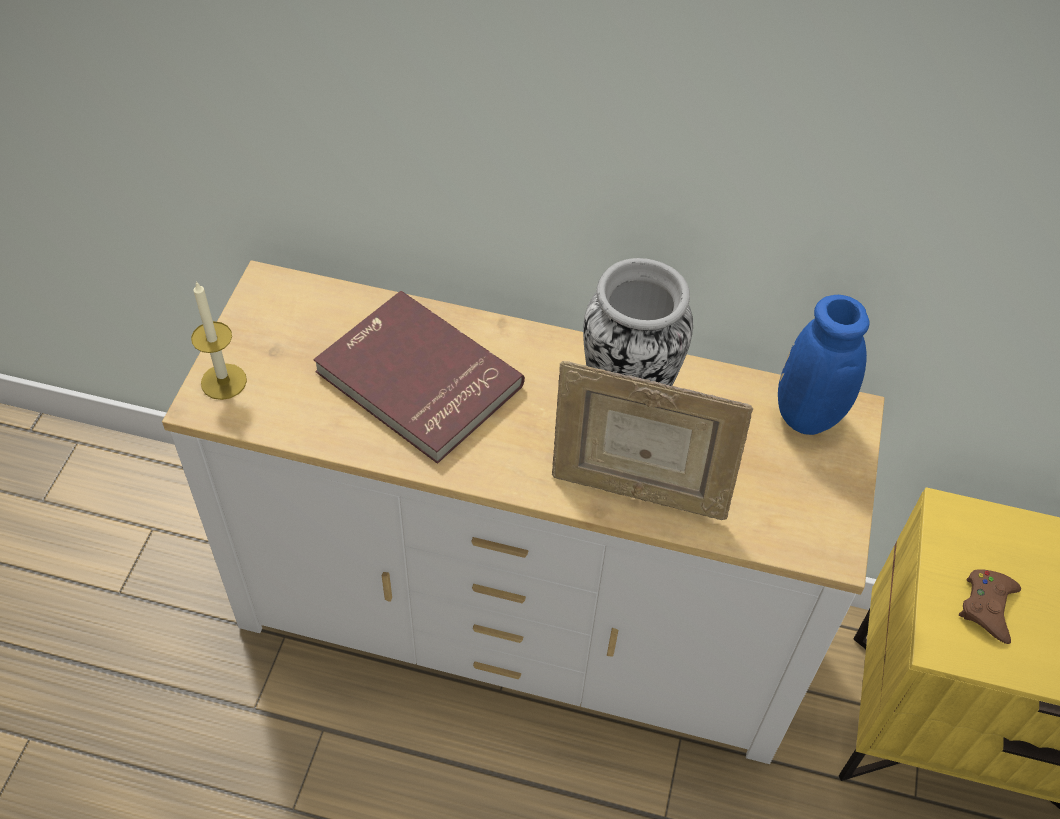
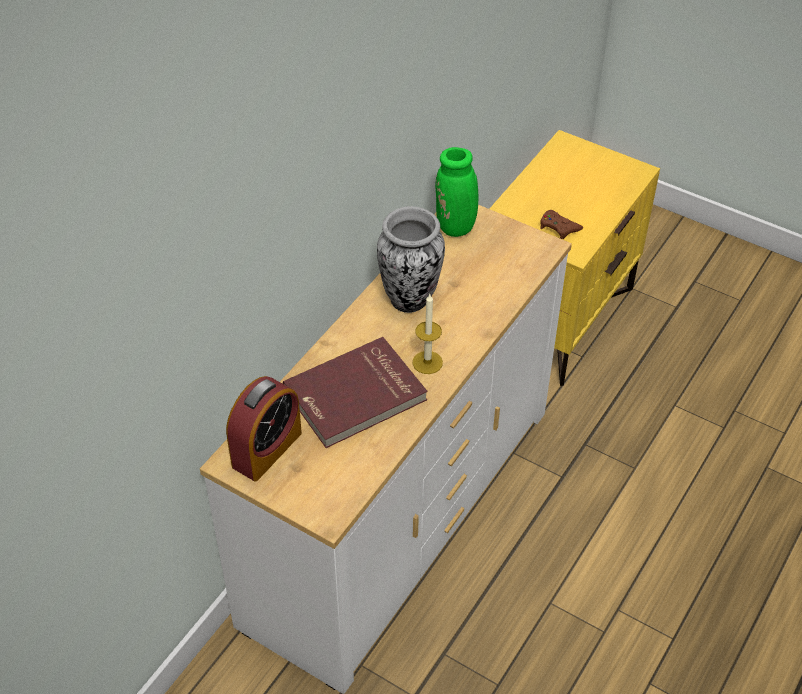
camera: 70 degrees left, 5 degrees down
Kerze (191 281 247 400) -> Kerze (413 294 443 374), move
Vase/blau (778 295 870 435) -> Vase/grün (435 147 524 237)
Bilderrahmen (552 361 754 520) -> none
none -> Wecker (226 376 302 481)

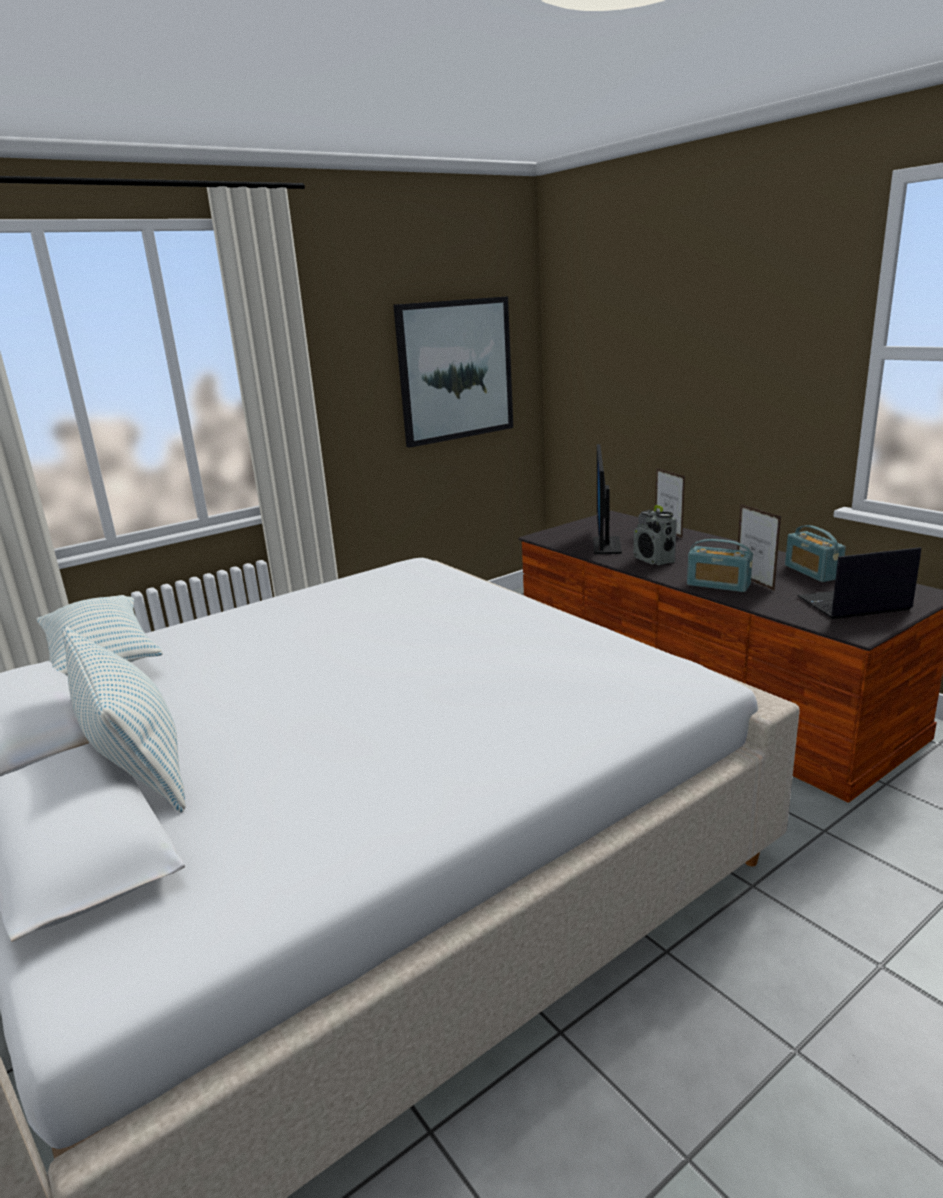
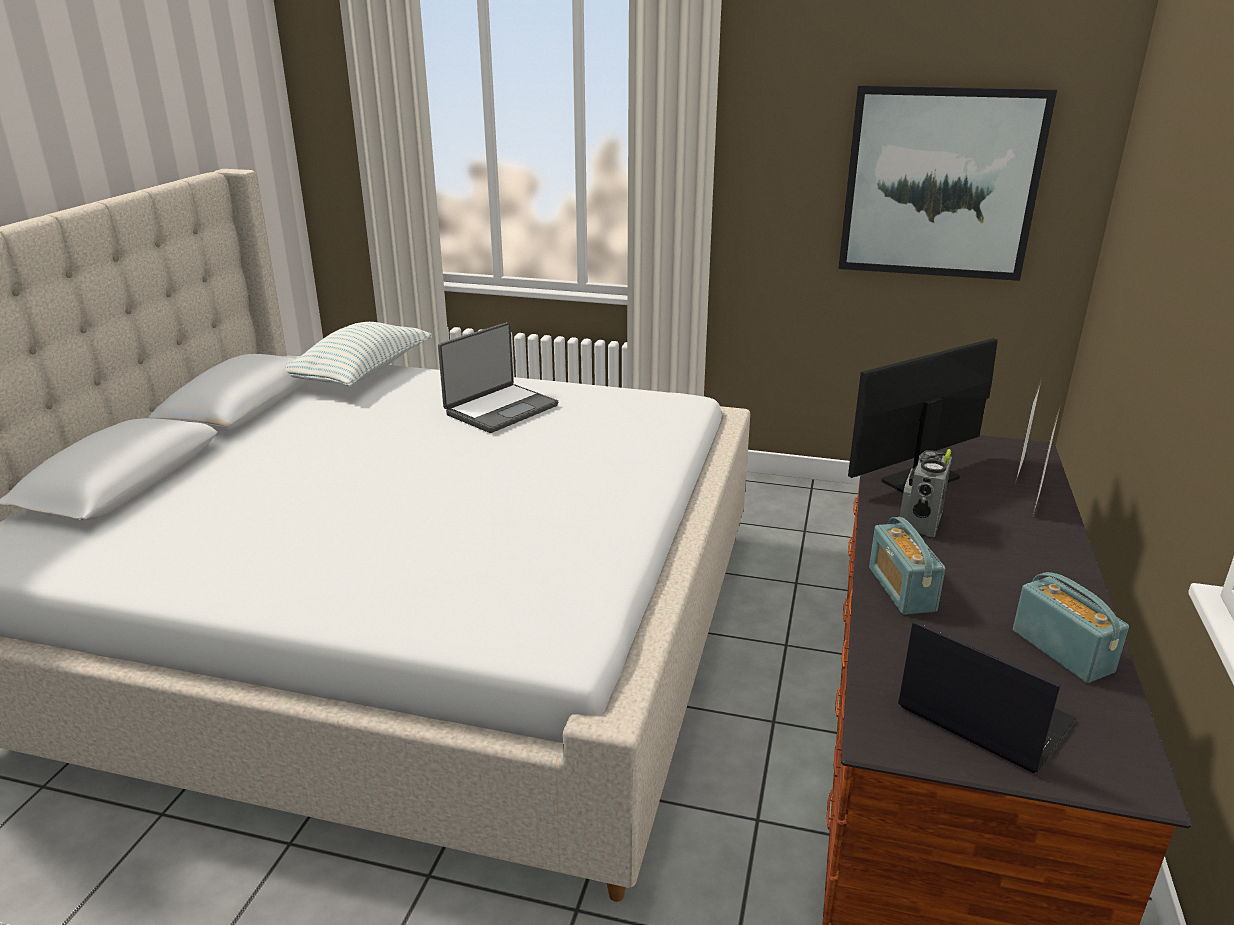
camera: 50 degrees right, 5 degrees up
Bilderrahmen (737 504 781 591) -> Bilderrahmen (1015 378 1042 483), move
Radio (785 525 846 582) -> Radio (1013 572 1129 683), 120 degrees clockwise
Kissen (62 626 186 813) -> none
none -> Laptop (438 322 558 433)

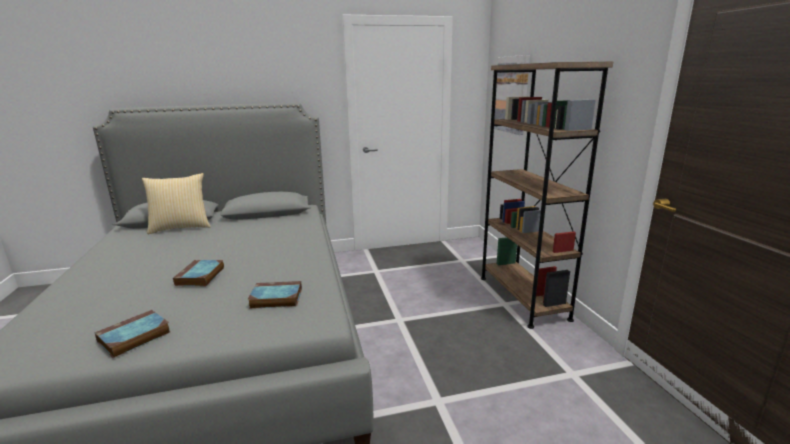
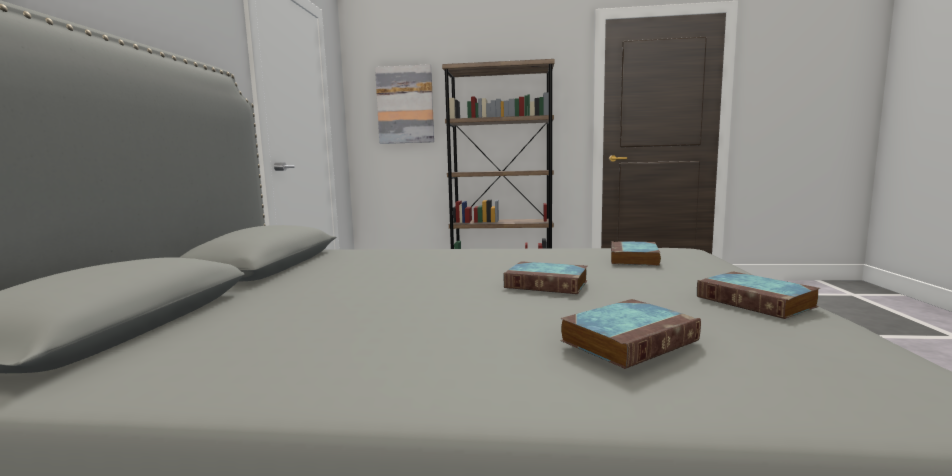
camera: 70 degrees left, 10 degrees down
Kissen (142 173 211 234) -> none
none -> Buch (560 299 701 369)

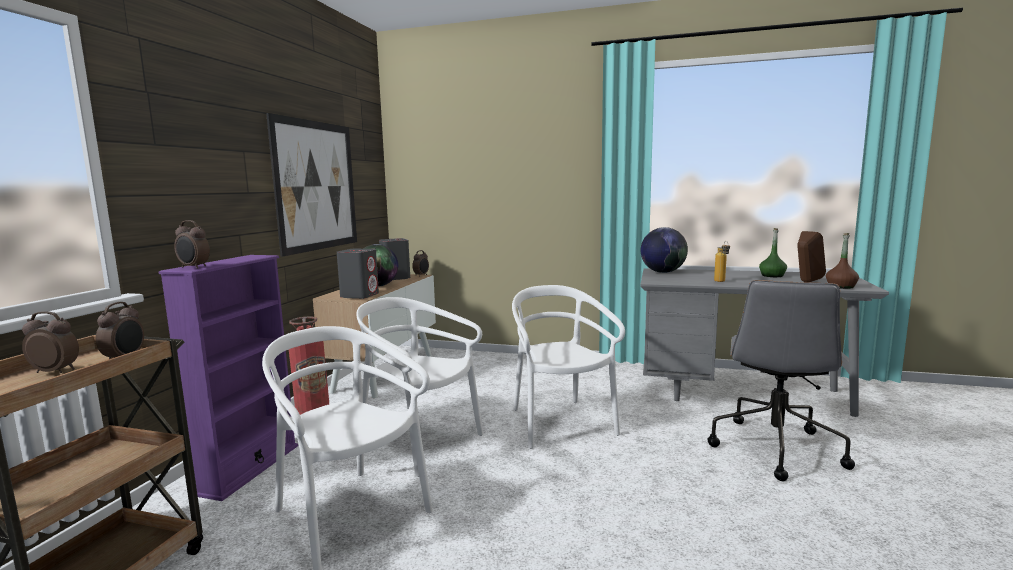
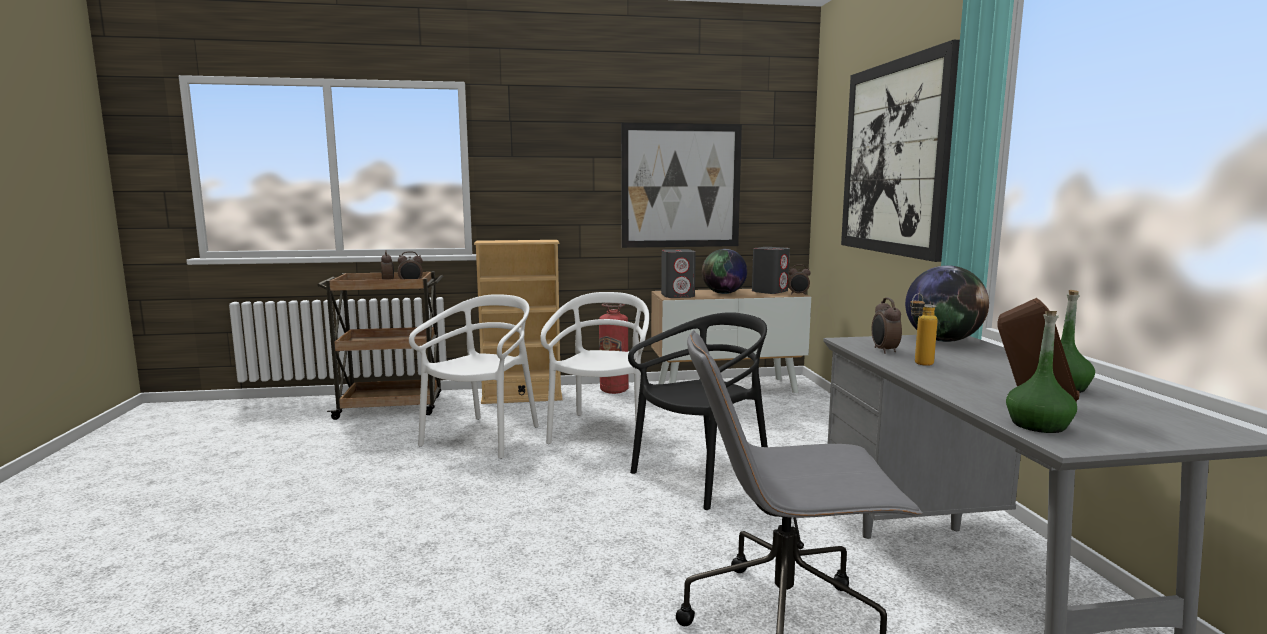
camera: 65 degrees right, 0 degrees up
Wecker (174 220 210 269) -> Wecker (872 298 902 354), move
Flasche/braun (826 233 859 289) -> Flasche/grün (1006 311 1077 433)
Bücherregal/lila (159 255 298 501) -> Bücherregal/beige (474 240 563 404)
Stuhl/weiß (512 285 625 449) -> Stuhl/schwarz (628 312 768 510)
none -> Bild (841 40 960 262)

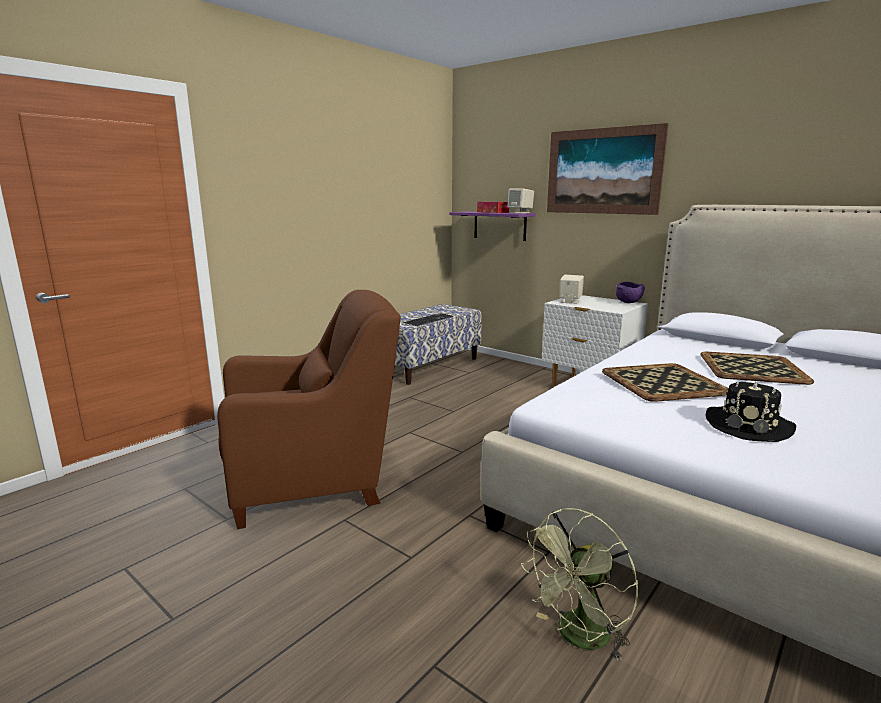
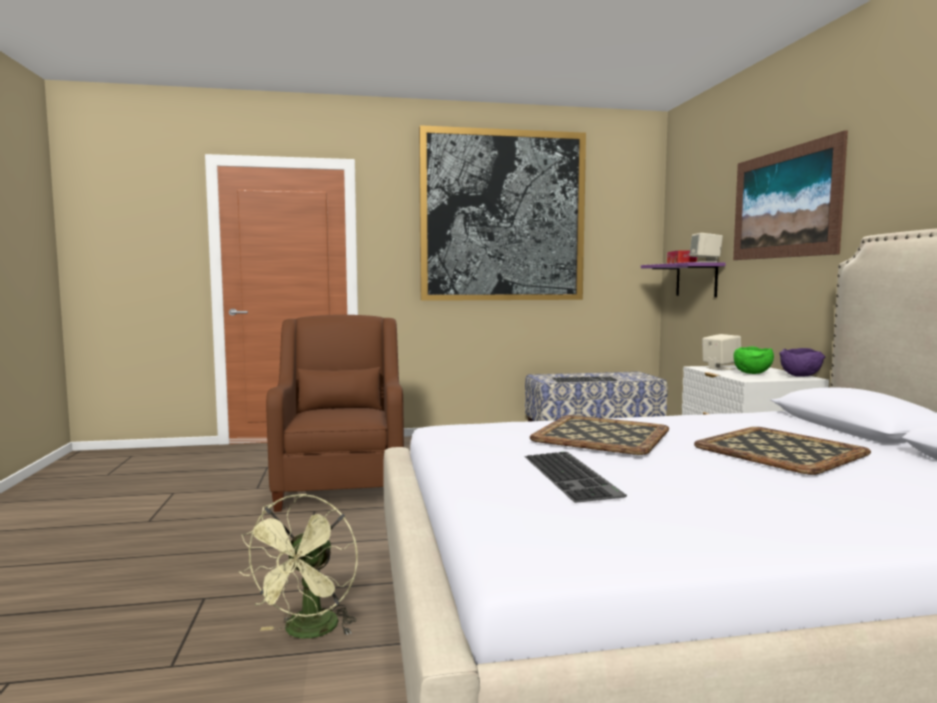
camera: 40 degrees right, 10 degrees down
Sessel/braun (217 290 401 529) -> Sessel/braun (266 315 404 512), 120 degrees counterclockwise
Hut/schwarz (705 381 796 442) -> Tastatur (524 452 627 503)
Ventilator/grün (521 508 638 661) -> Ventilator/grün (238 494 358 638), 75 degrees counterclockwise
none -> Bild (419 125 586 301)
none -> Schüssel/grün (734 346 774 374)

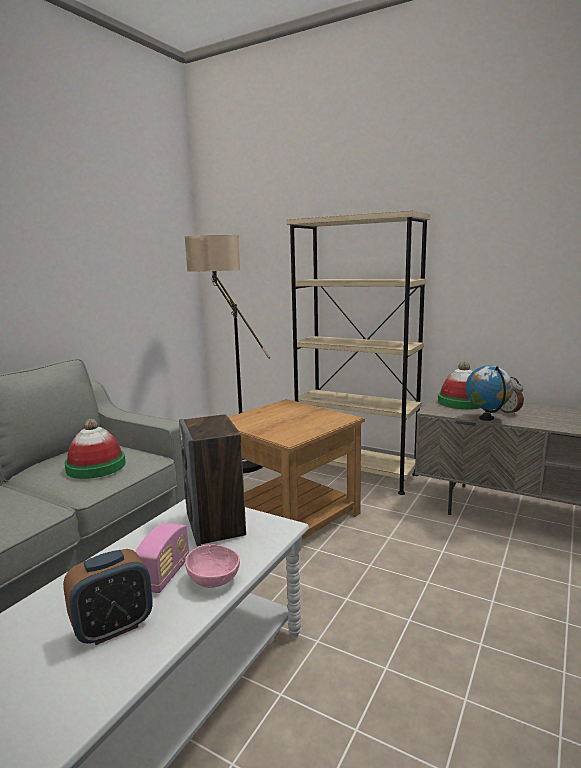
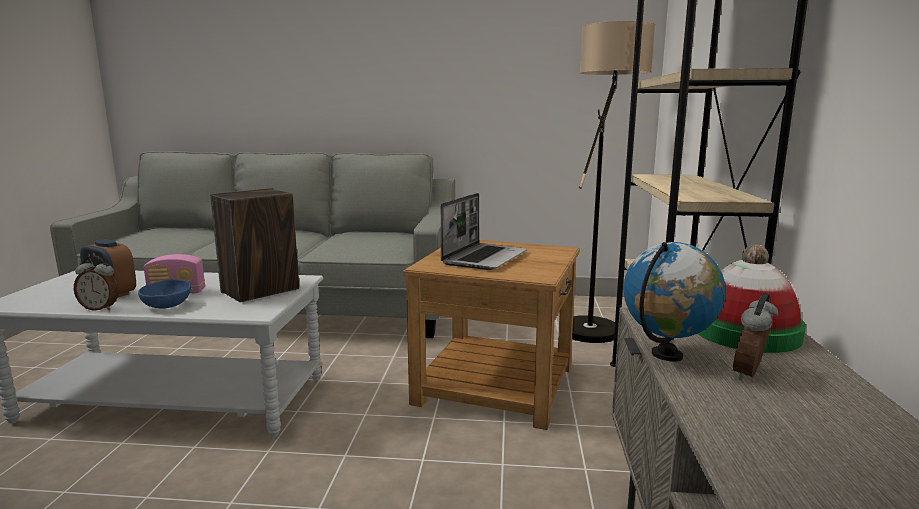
camera: 65 degrees right, 0 degrees up
Hut (65 419 126 479) -> none
Schüssel/rosa (185 544 240 588) -> Schüssel/blau (138 280 191 308)
none -> Laptop (441 193 527 270)
none -> Wecker (74 256 119 311)

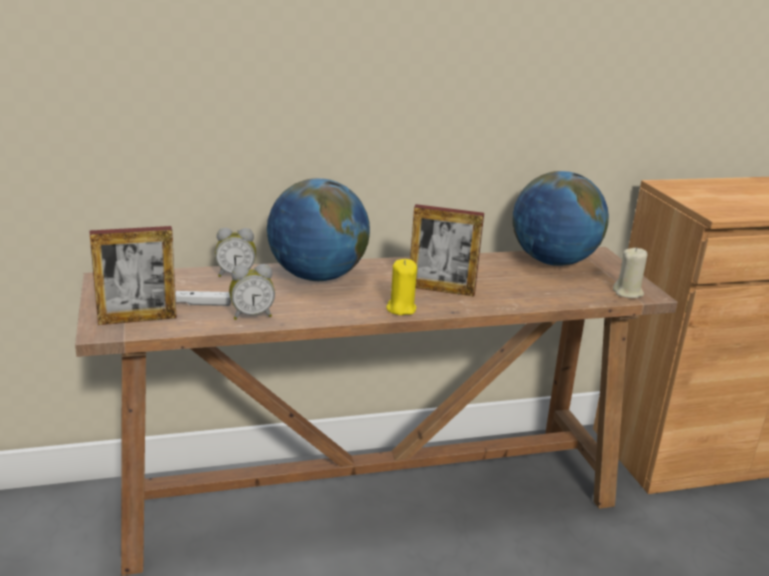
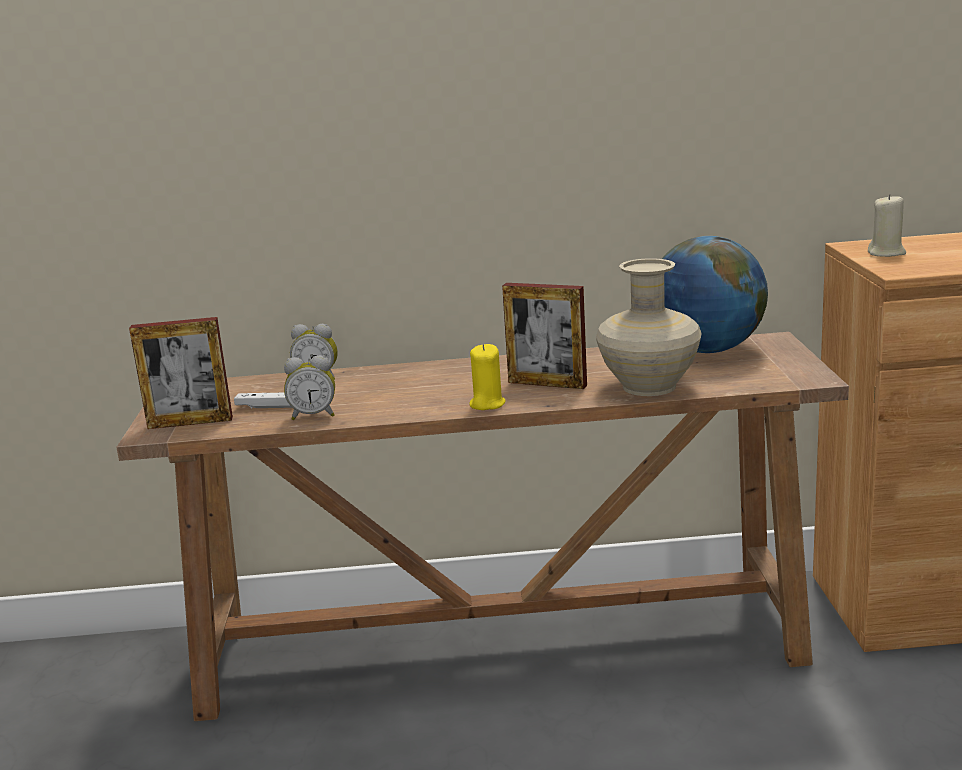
camera: 15 degrees right, 5 degrees down
Globus (267 178 370 281) -> none
Kerze/beige (613 247 647 298) -> Kerze/beige (868 194 906 257), move
none -> Vase/beige (596 258 702 396)

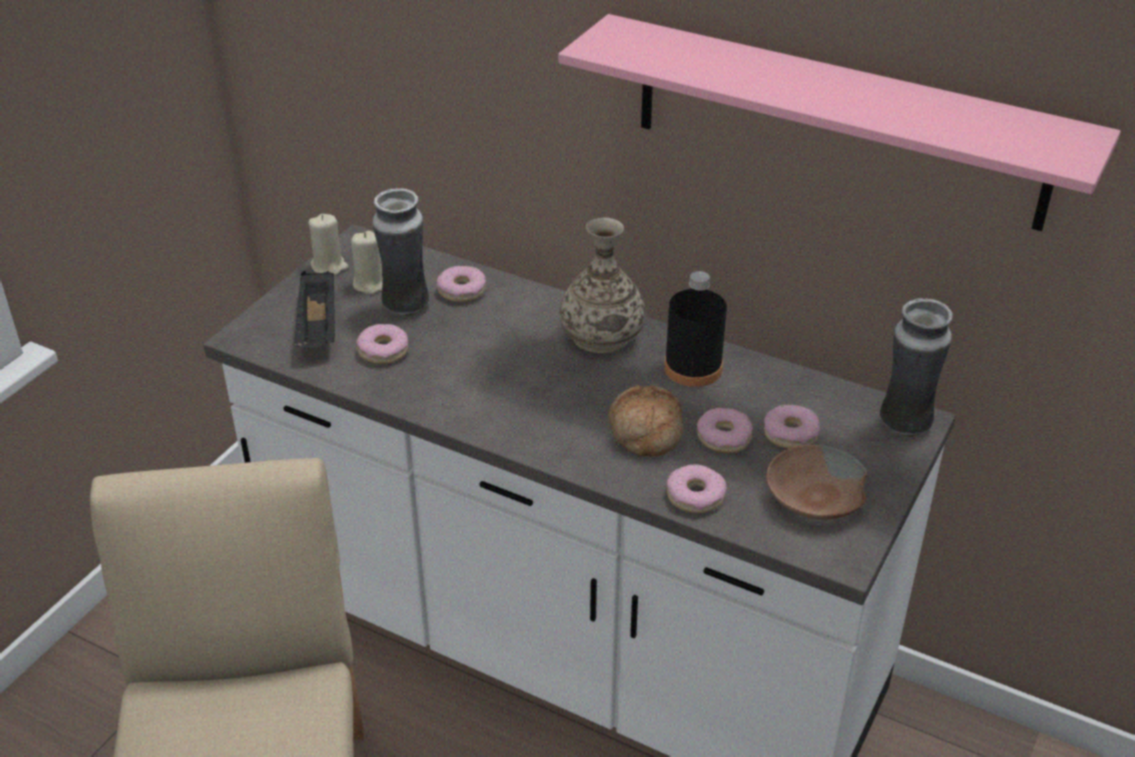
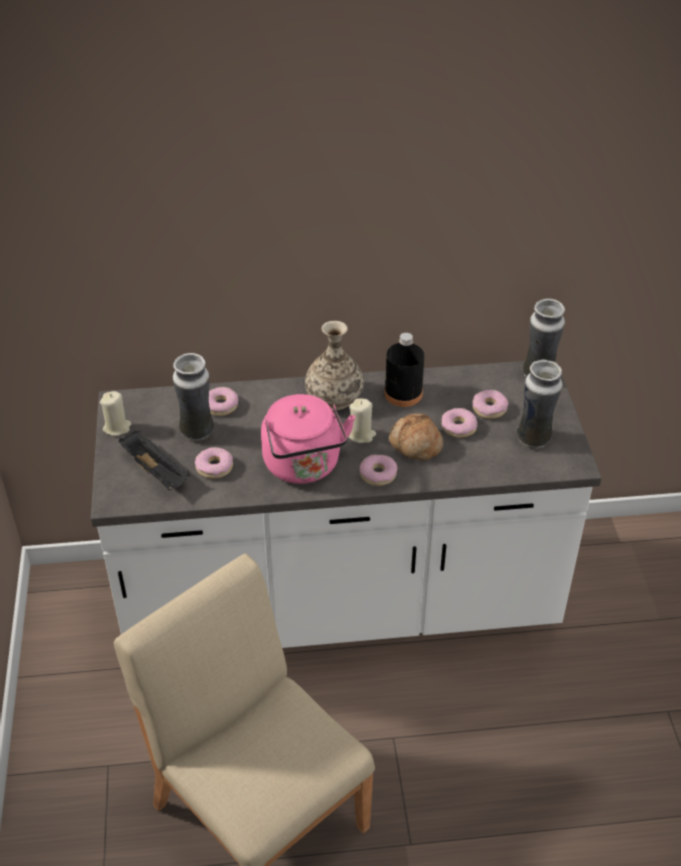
camera: 35 degrees left, 5 degrees up
Wandregal/rosa (558 14 1121 231) -> none
Kerze/beige (351 231 382 295) -> Kerze/beige (349 399 376 443), move
Schüssel/braun (766 445 867 520) -> Vase (517 359 562 449)
Donut (667 464 727 513) -> Donut (360 455 398 486), move
none -> Wasserkessel/rosa (261 394 355 484)

